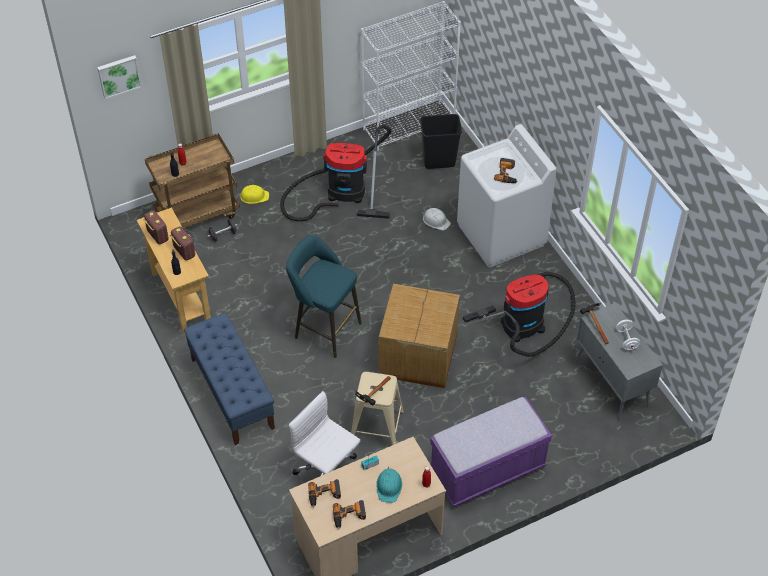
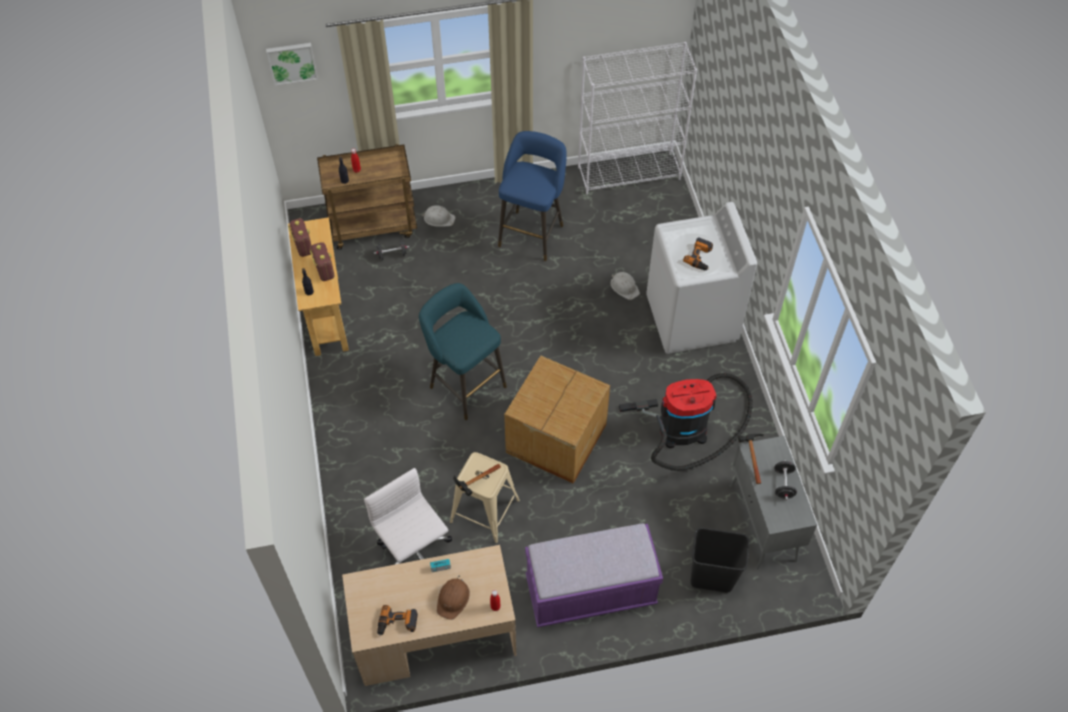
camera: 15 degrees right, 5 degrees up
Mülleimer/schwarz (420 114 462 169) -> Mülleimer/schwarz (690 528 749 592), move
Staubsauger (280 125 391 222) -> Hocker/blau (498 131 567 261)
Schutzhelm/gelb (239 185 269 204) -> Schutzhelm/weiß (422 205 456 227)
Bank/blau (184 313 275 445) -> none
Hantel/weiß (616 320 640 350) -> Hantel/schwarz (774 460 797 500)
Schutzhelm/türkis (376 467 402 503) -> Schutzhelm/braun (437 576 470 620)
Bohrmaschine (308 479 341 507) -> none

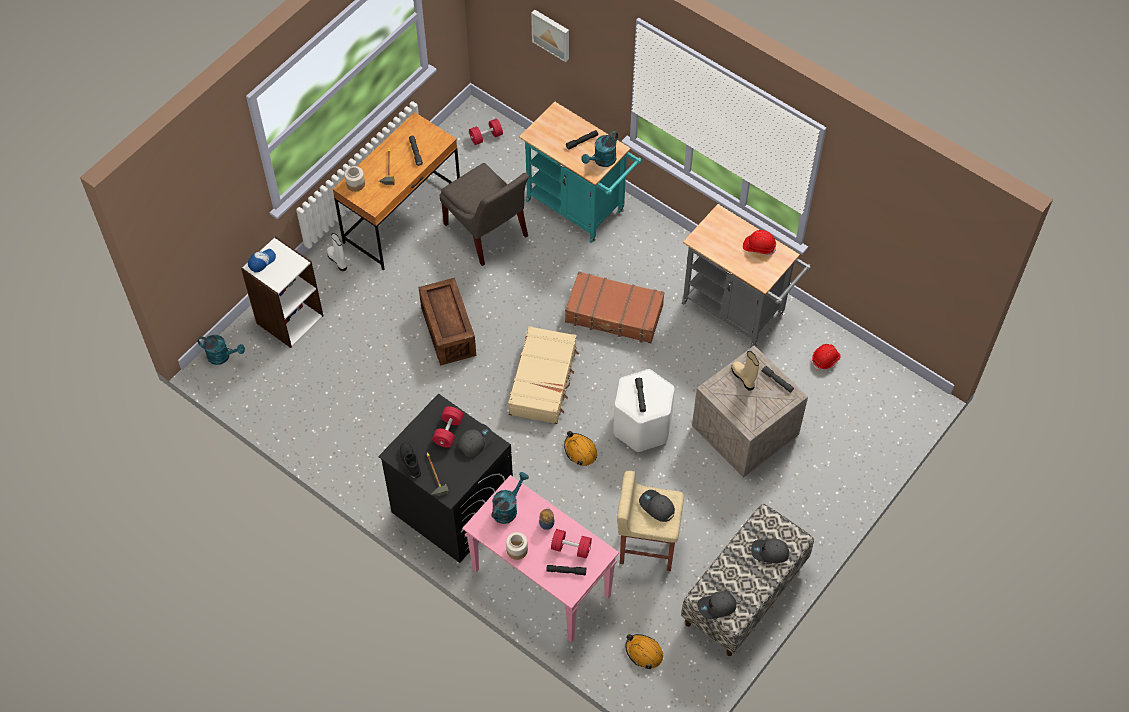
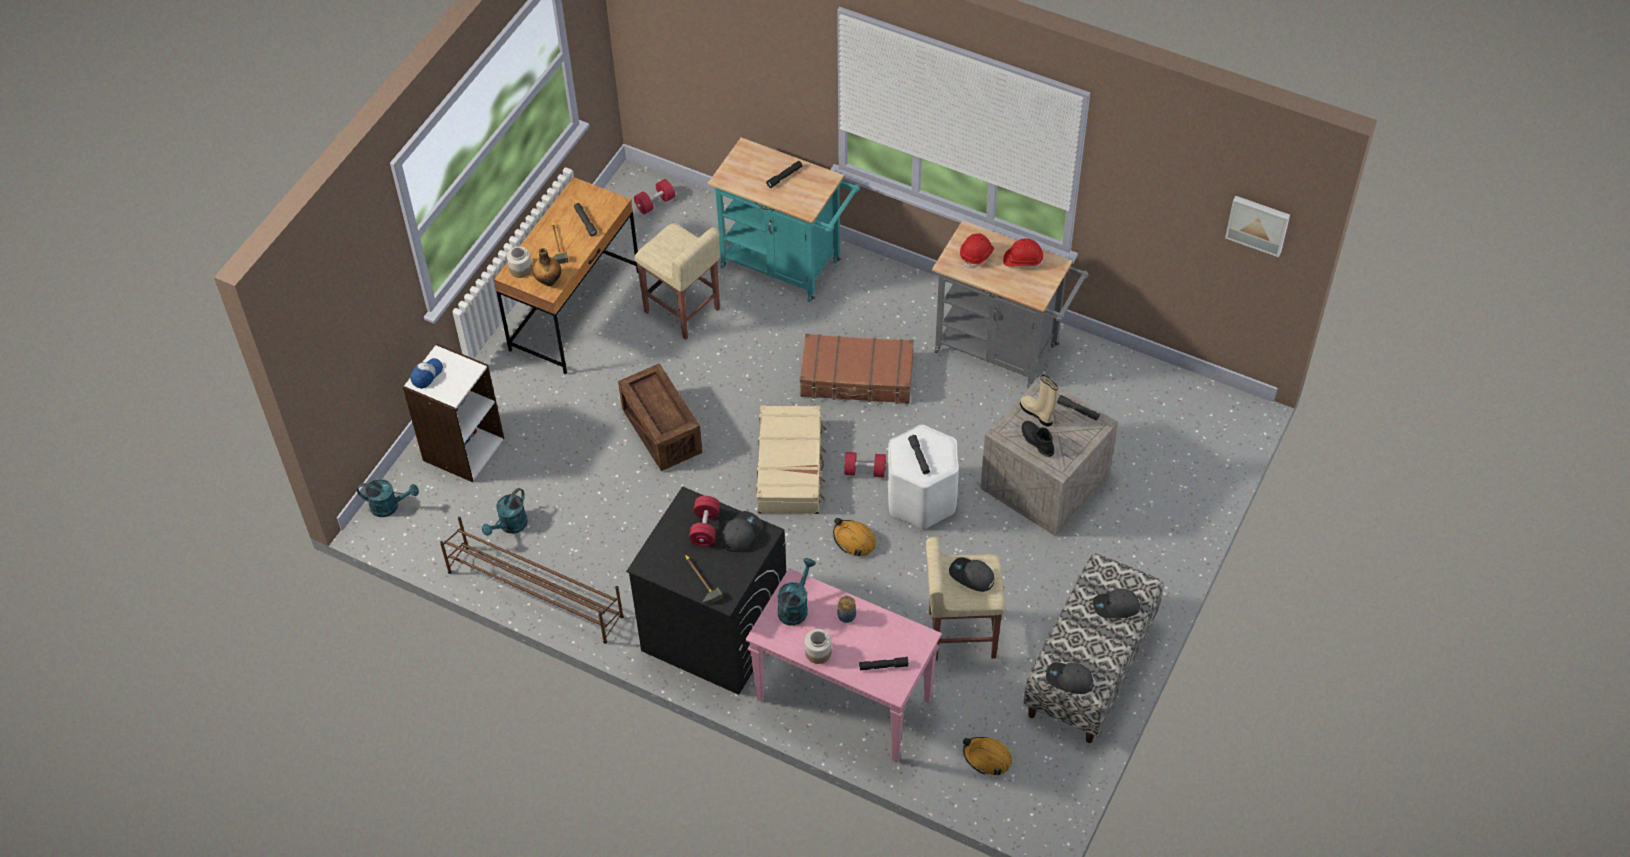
camera: 10 degrees left, 5 degrees down
Bild (531 10 569 62) -> Bild (1225 196 1290 257), move
Gießkanne/türkis (581 131 618 167) -> Gießkanne/türkis (482 488 528 536), move
Stuhl/grau (440 163 529 266) -> Hocker/beige (634 223 720 340)
Stiefel/weiß (326 233 347 271) -> none
Schutzhelm/rot (812 344 841 371) -> Schutzhelm/rot (960 234 994 269), move
Stiefel/schwarz (400 442 421 478) -> Stiefel/schwarz (1021 421 1054 457), move
Hantel/rot (551 529 592 558) -> Hantel/rot (843 452 887 477), move
Kappe/grau (698 591 737 619) -> Kappe/grau (1046 662 1093 694), 45 degrees clockwise
none -> Flasche (533 248 561 286)
none -> Schuhregal/braun (440 517 624 644)

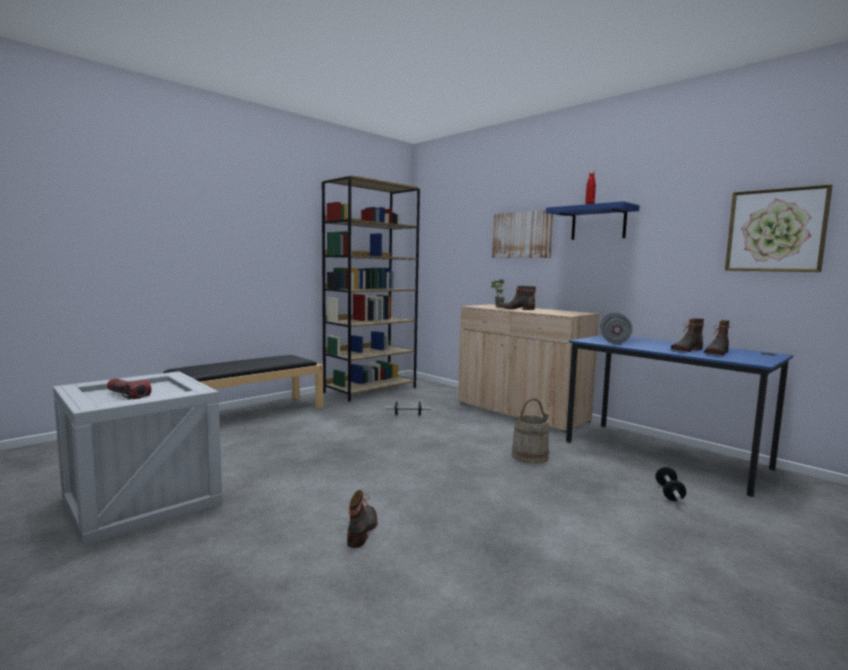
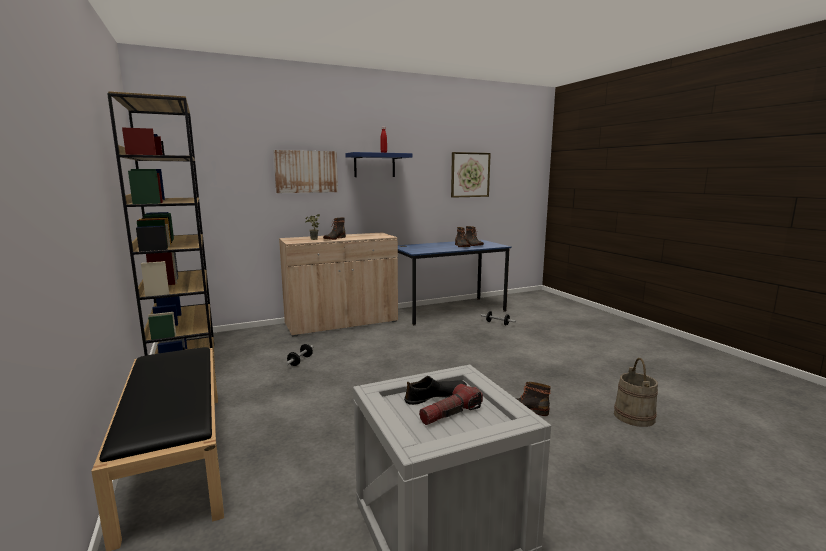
camera: 70 degrees left, 5 degrees up
Hantel/grau (600 312 632 344) -> none
Eimer/beige (512 398 549 464) -> Eimer/beige (614 358 658 427), move
none -> Schuh/schwarz (404 376 467 405)

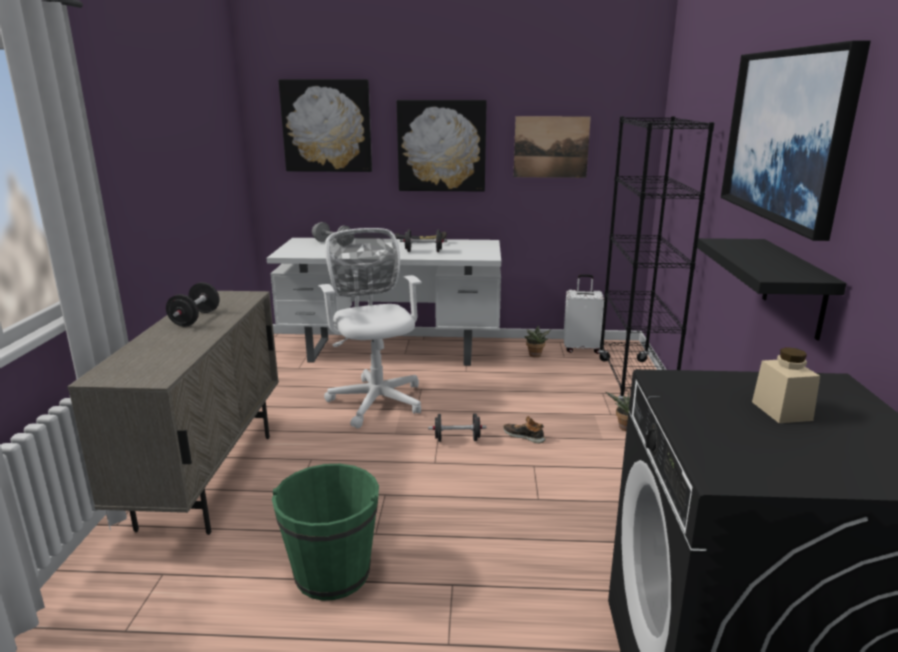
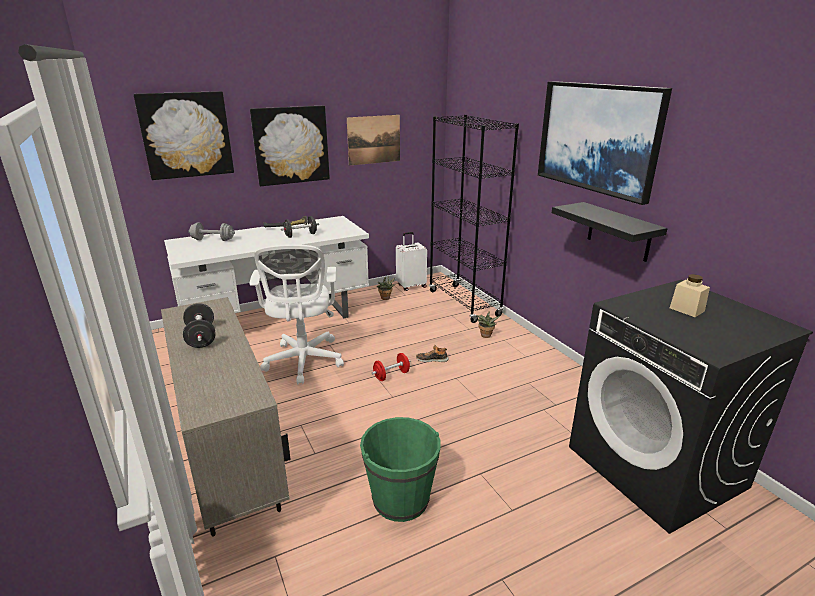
camera: 30 degrees left, 5 degrees up
Bürostuhl/weiß (318 228 422 429) -> Bürostuhl/weiß (249 244 344 384), 135 degrees counterclockwise
Hantel/schwarz (428 413 486 442) -> Hantel/rot (372 353 411 381)

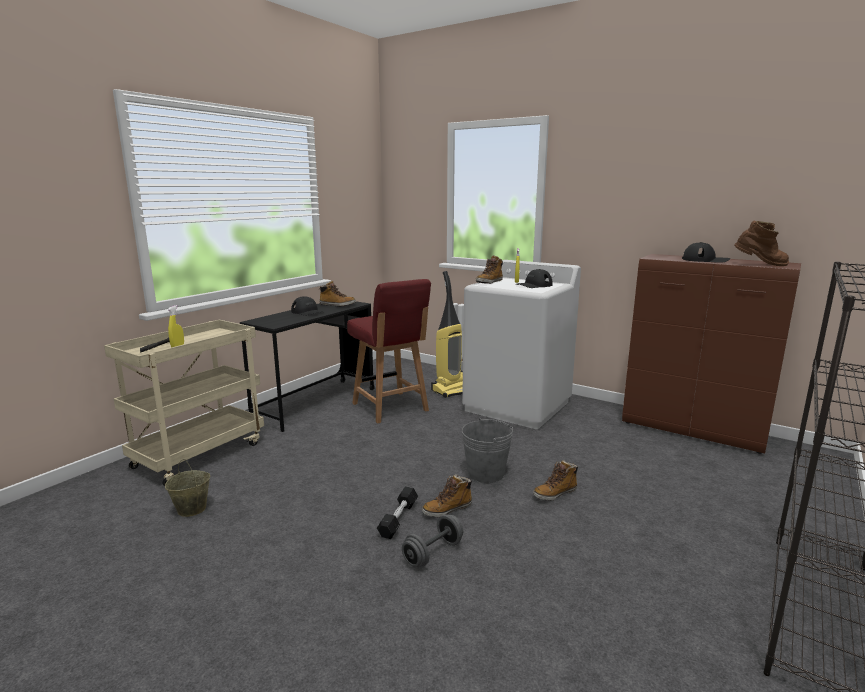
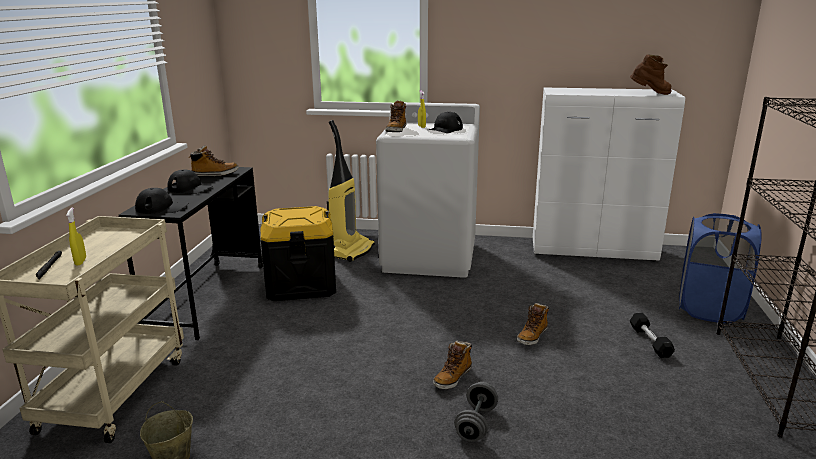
camera: 25 degrees left, 5 degrees up
Kappe/schwarz (682 242 730 263) -> Kappe/schwarz (135 188 188 214), move
Schrank/braun (622 254 801 454) -> Schrank/weiß (533 88 685 261)
Stuhl/rot (347 279 431 424) -> Aufbewahrungsbox/schwarz (260 206 336 301)
Eimer/grau (462 418 513 483) -> none
Hantel/schwarz (377 487 418 539) -> Hantel/schwarz (630 313 675 358), move
none -> Wäschekorb/blau (679 213 762 323)

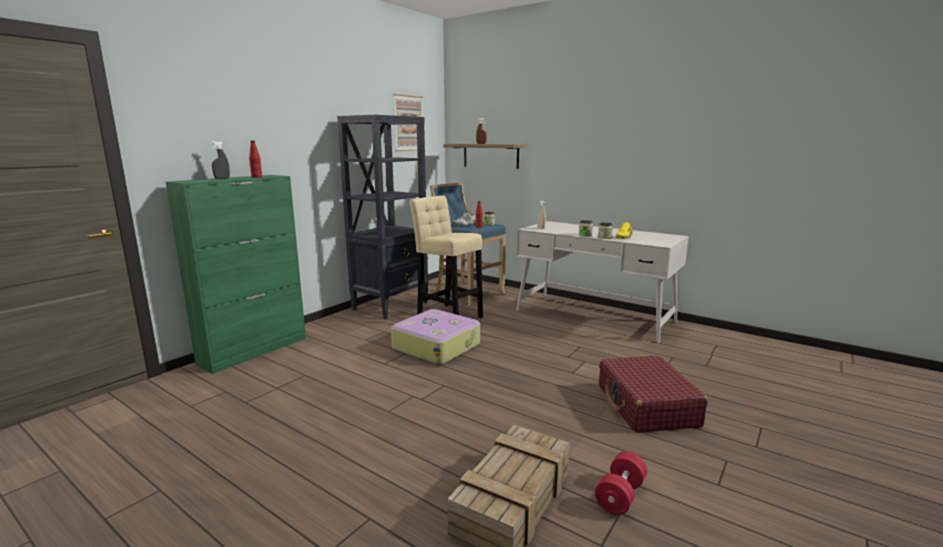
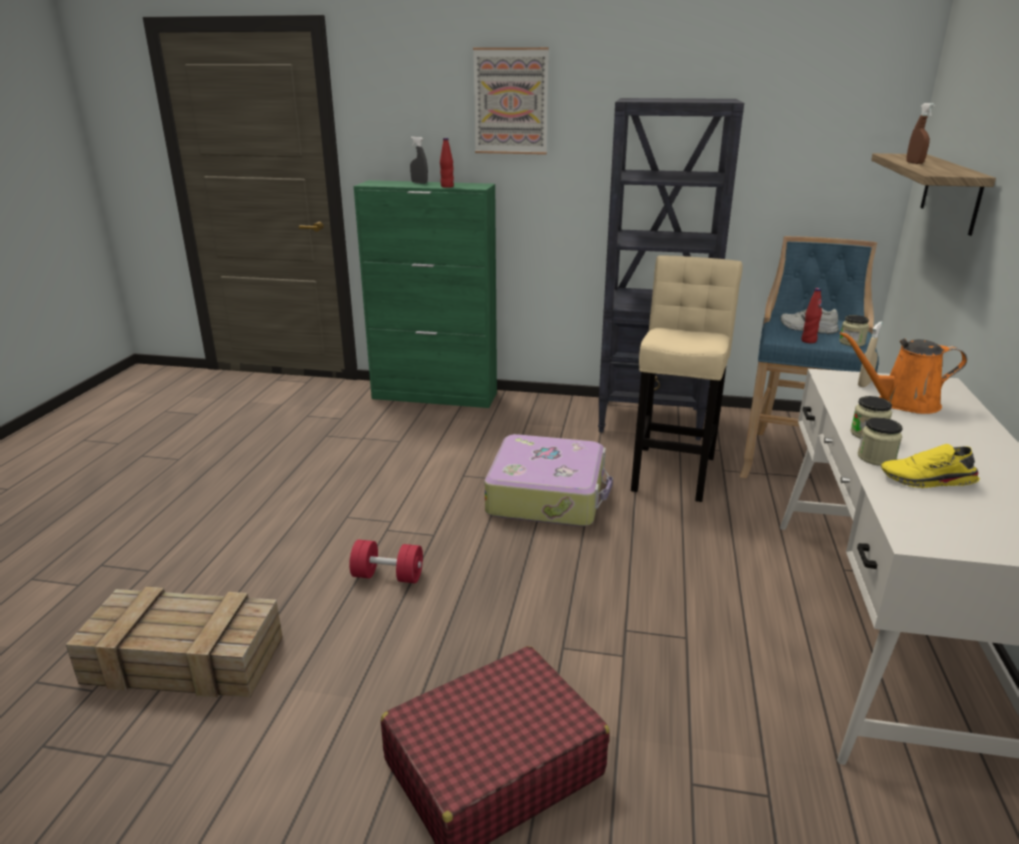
camera: 65 degrees right, 10 degrees up
Bild (393 94 423 151) -> Bild (473 47 549 155), move
Hantel/rot (595 451 647 515) -> Hantel/rot (349 540 423 583), move
none -> Gießkanne/orange (840 332 967 414)

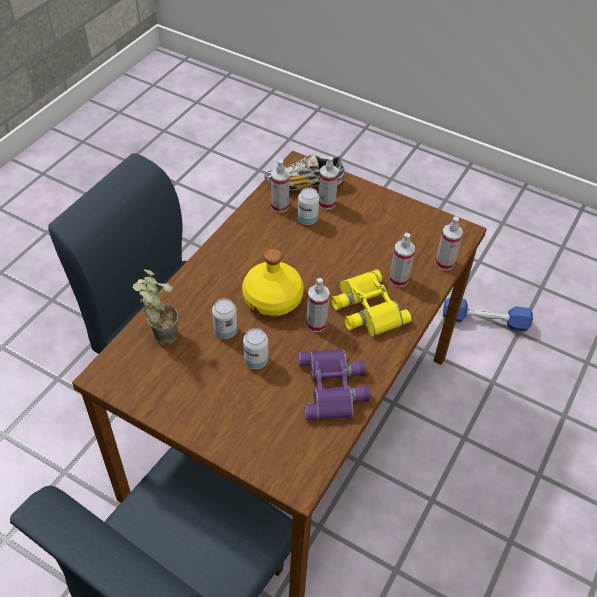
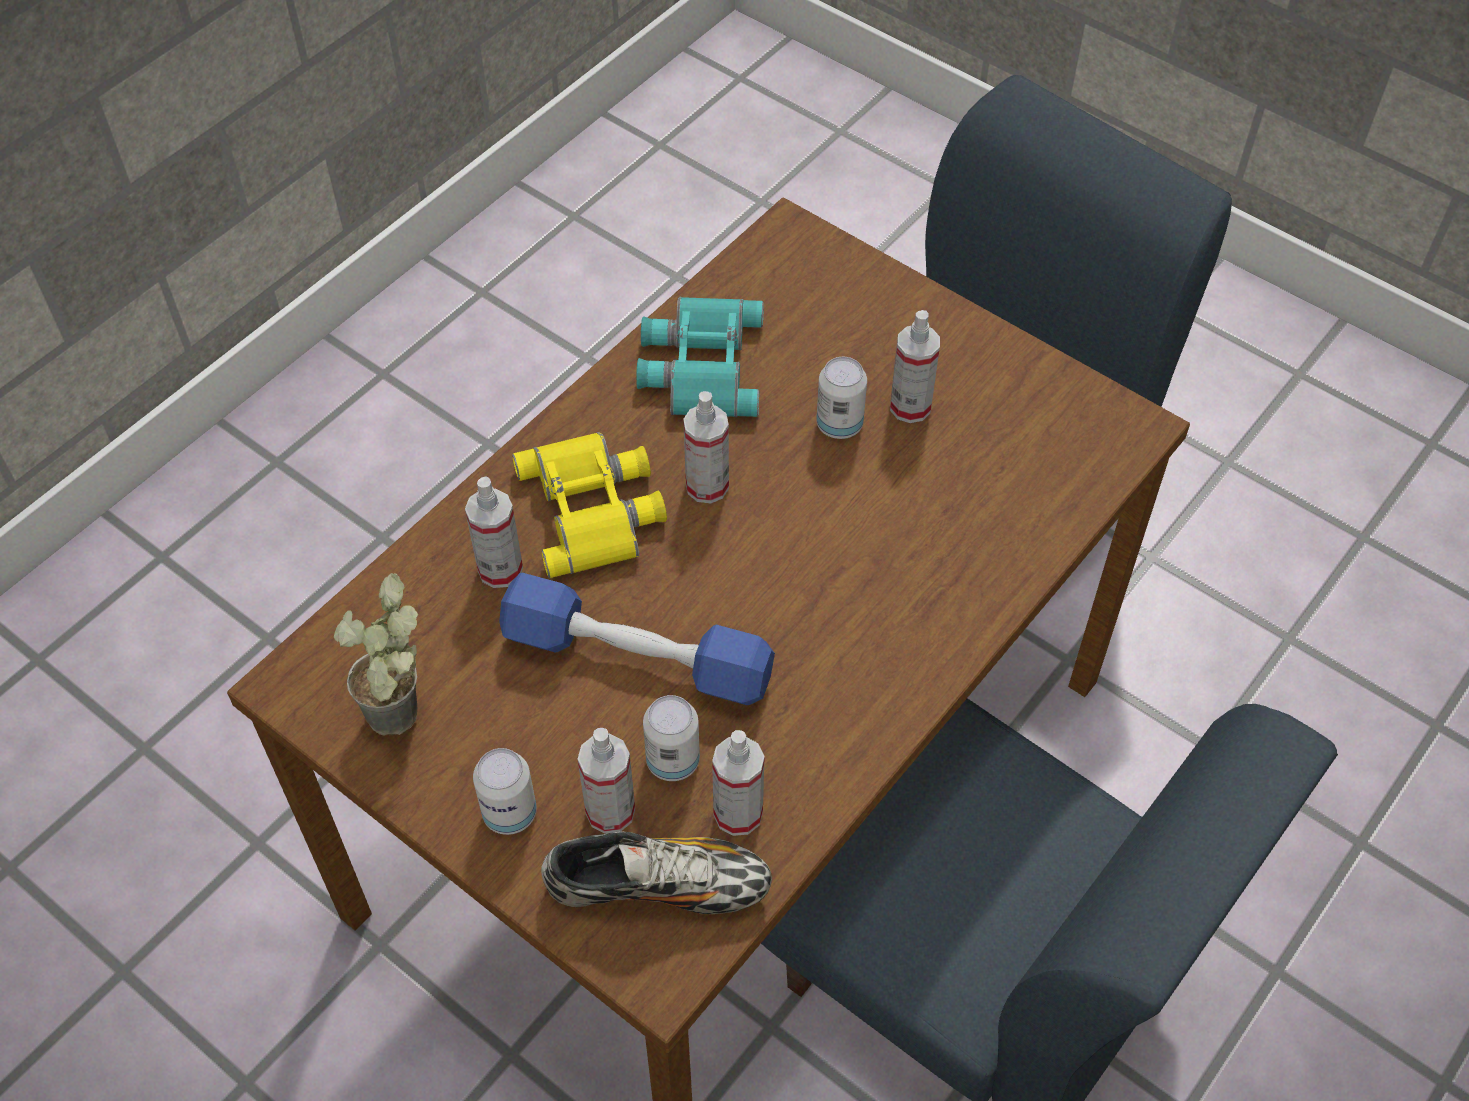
camera: 170 degrees left, 5 degrees up
Sprühflasche (435 216 463 271) -> Sprühflasche (890 310 940 423), move
Flasche/gelb (242 249 304 317) -> none
Topfpflanze (133 269 178 345) -> Topfpflanze (334 573 418 736), move
Hantel/blau (443 297 533 332) -> Hantel/blau (499 573 775 705), move
Dose (212 298 237 339) -> Dose (473 748 537 835), move
Fernglas/lila (298 349 370 420) -> Fernglas/türkis (636 297 764 417)

